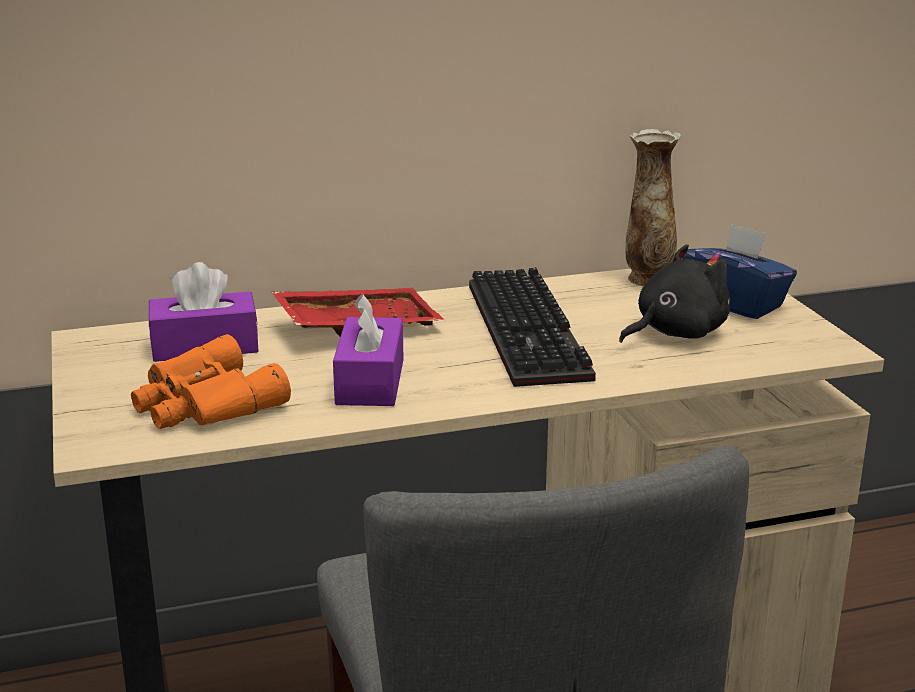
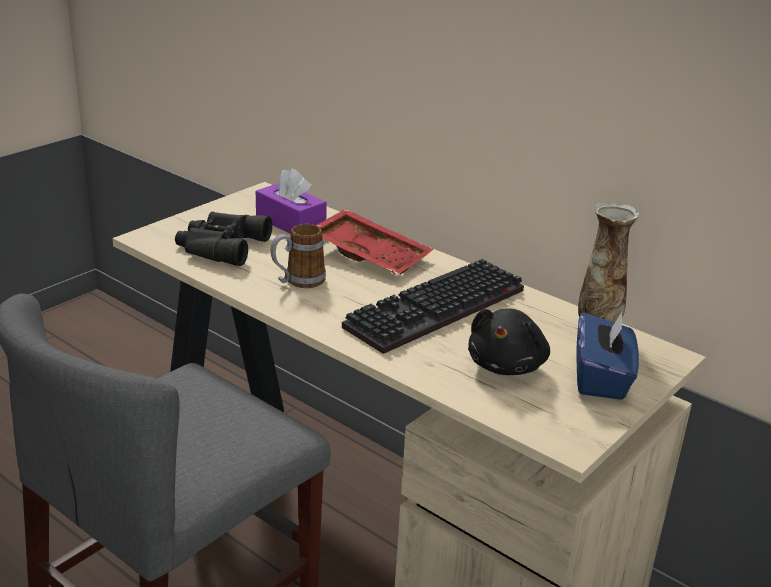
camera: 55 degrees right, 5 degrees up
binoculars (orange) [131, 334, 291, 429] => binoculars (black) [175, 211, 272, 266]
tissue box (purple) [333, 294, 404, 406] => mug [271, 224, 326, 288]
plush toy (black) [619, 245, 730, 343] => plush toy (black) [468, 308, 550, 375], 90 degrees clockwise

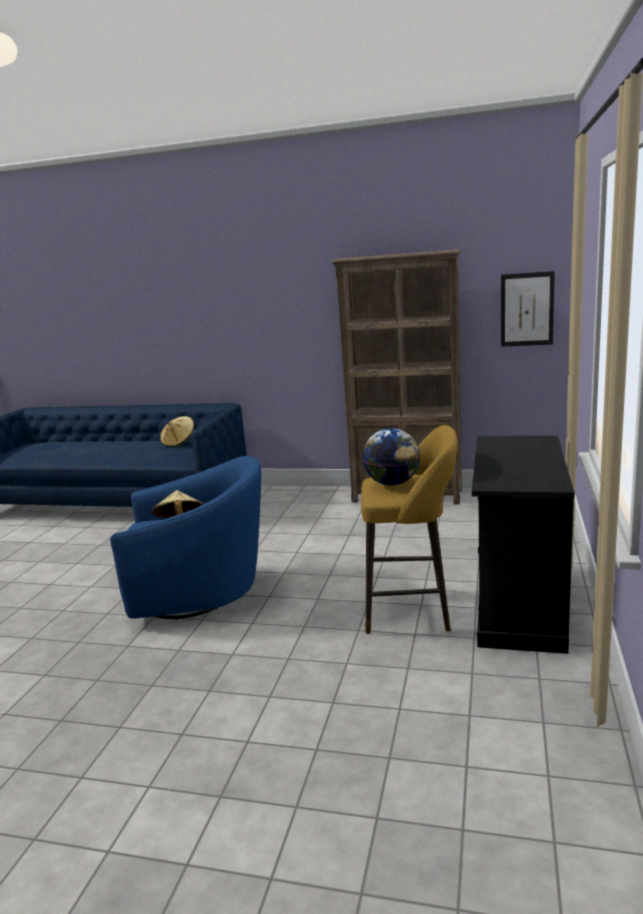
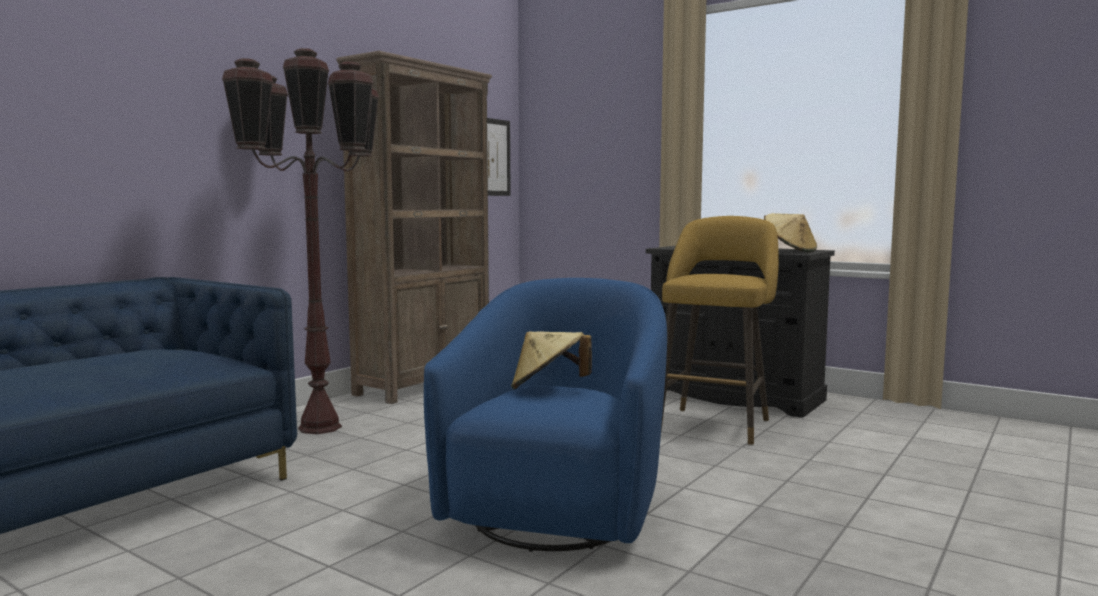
camera: 70 degrees left, 10 degrees down
hat (beige) [160, 416, 194, 447] => hat (beige) [764, 213, 817, 253], relocated
globe [362, 428, 420, 486] => nothing
nothing => floor lamp (brown) [222, 48, 379, 434]

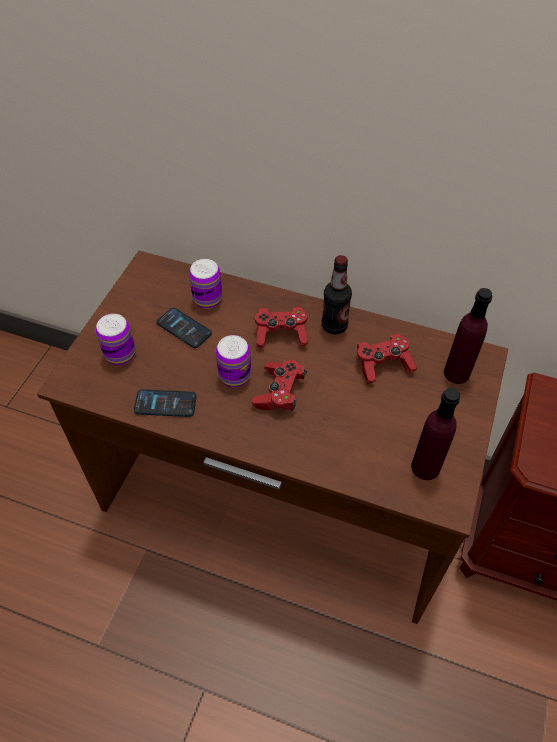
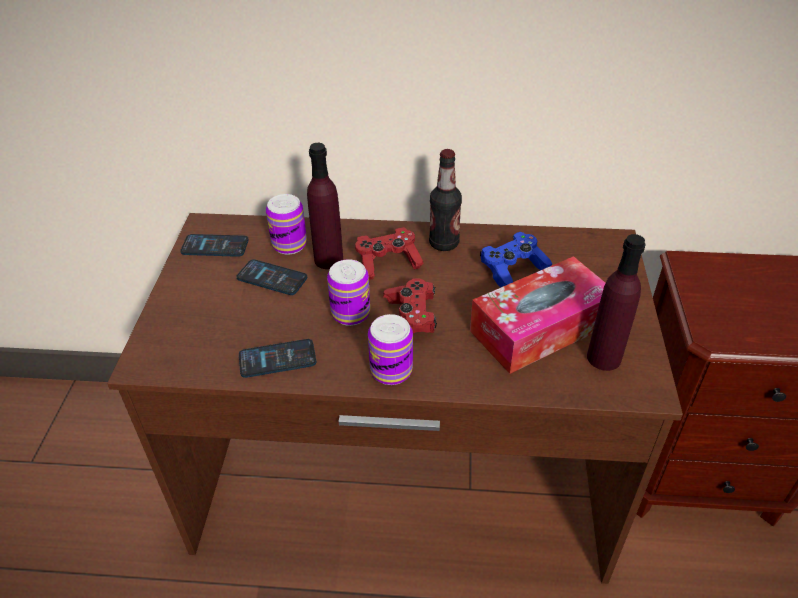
camera: 15 degrees left, 10 degrees down
can [96, 314, 136, 365] => can [368, 314, 413, 385], relocated
game controller (red) [357, 333, 417, 383] => game controller (blue) [480, 232, 552, 287]
bottle (purple) [444, 288, 492, 384] => bottle (purple) [307, 143, 343, 269], relocated
nothing => phone [180, 234, 249, 257]
nothing => tissue box [470, 256, 605, 374]

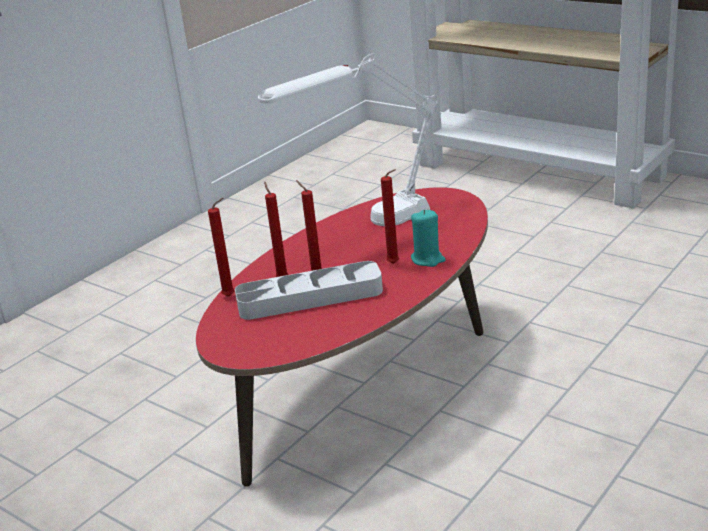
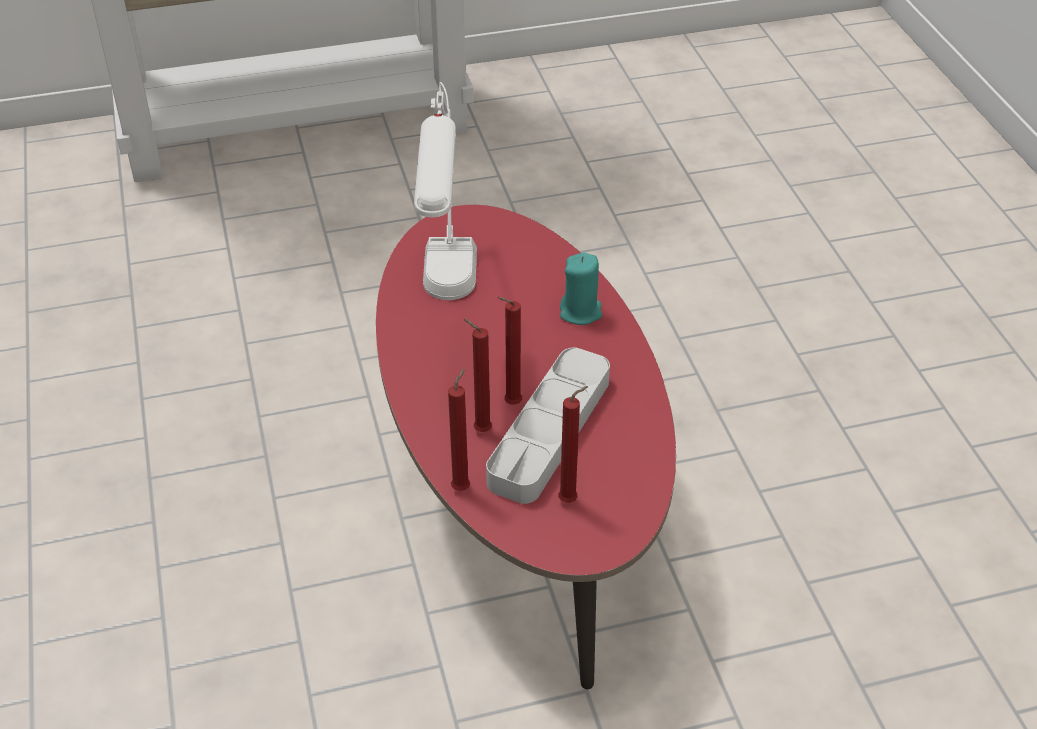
camera: 55 degrees left, 15 degrees up
candle (red) [381, 169, 399, 264] => candle (red) [558, 386, 588, 503], relocated

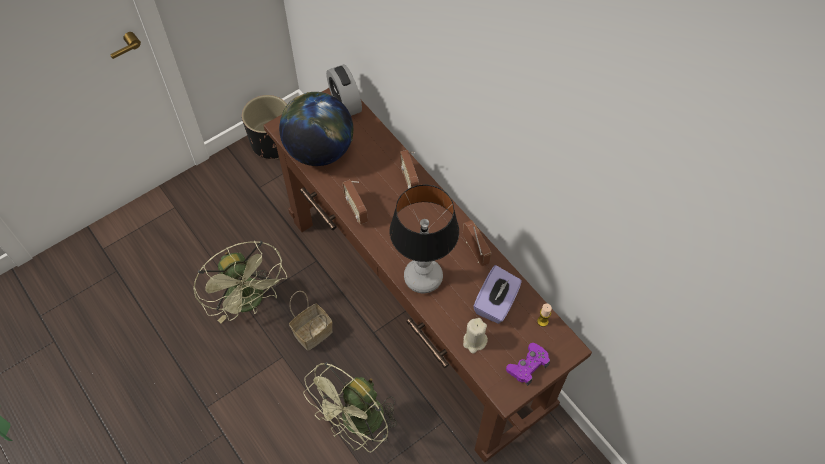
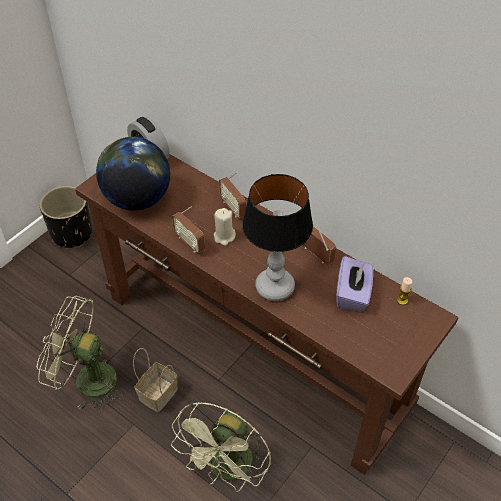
camera: 15 degrees left, 10 degrees down
fan (green) [193, 241, 287, 323] => fan (green) [37, 296, 124, 411], 150 degrees clockwise
candle (beige) [463, 318, 488, 354] => candle (beige) [214, 208, 236, 246], relocated
game controller (purple) [506, 343, 550, 386] => nothing

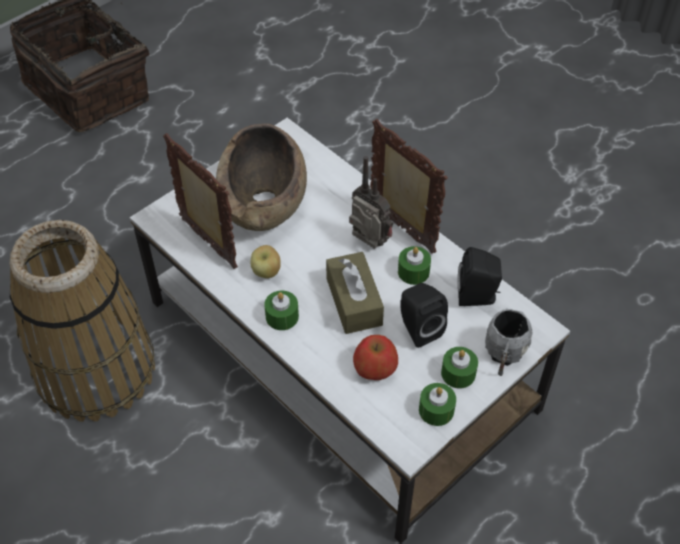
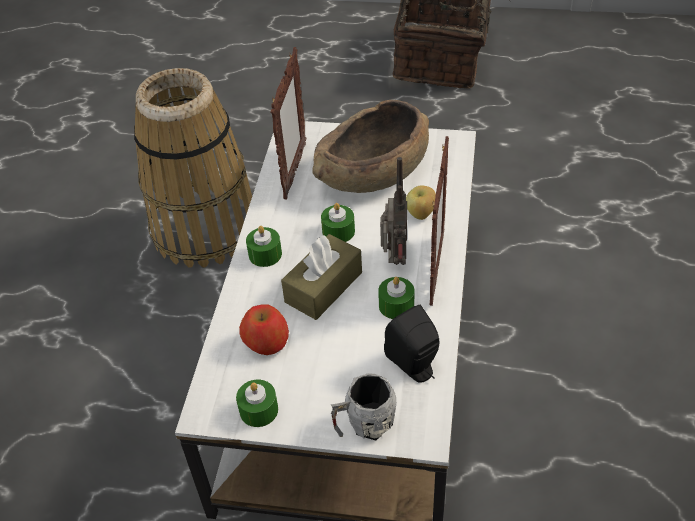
camera: 55 degrees right, 5 degrees down
apple [251, 245, 281, 278] => apple [406, 186, 436, 220], relocated
speaker (black) [400, 283, 448, 348] => nothing
candle (green) [441, 347, 478, 389] => candle (green) [321, 203, 355, 242], relocated

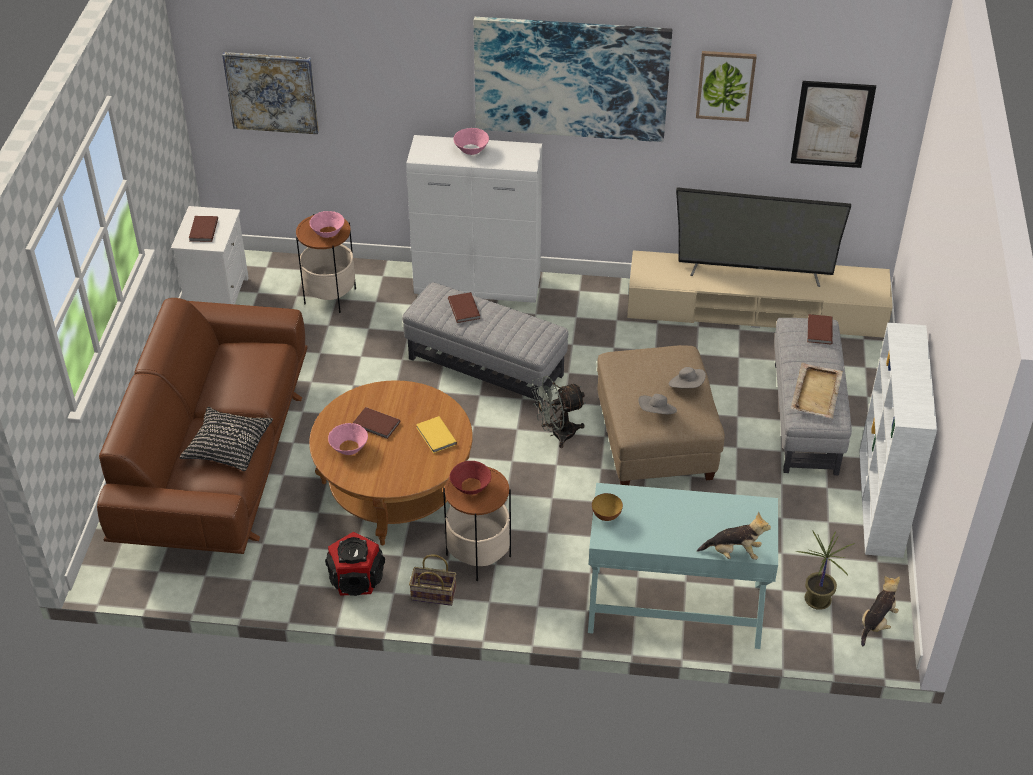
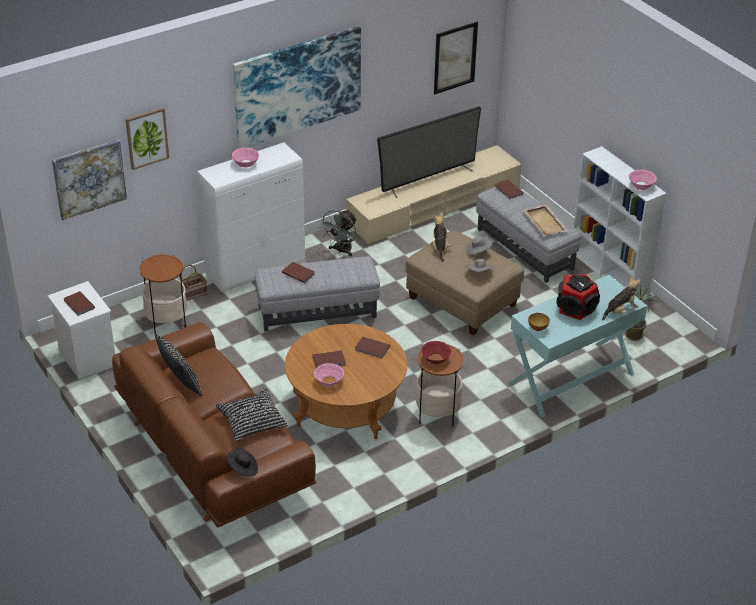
camera: 40 degrees left, 5 degrees down
bowl (pink) [309, 211, 344, 238] => bowl (pink) [629, 170, 657, 190], relocated
speaker [325, 532, 385, 596] => speaker [556, 274, 600, 320], relocated
basket [409, 554, 456, 606] => basket [180, 265, 208, 301], relocated
book (yellow) [416, 416, 457, 453] => book (brown) [355, 337, 390, 358]
fan (grey) [531, 376, 586, 448] => fan (grey) [319, 210, 357, 257], relocated
picture [696, 51, 757, 122] => picture [125, 107, 169, 170], relocated
plush toy [861, 576, 900, 646] => plush toy [433, 213, 451, 262], relocated
nothing => pillow (black) [155, 334, 202, 396]
nothing => hat (black) [226, 449, 258, 476]

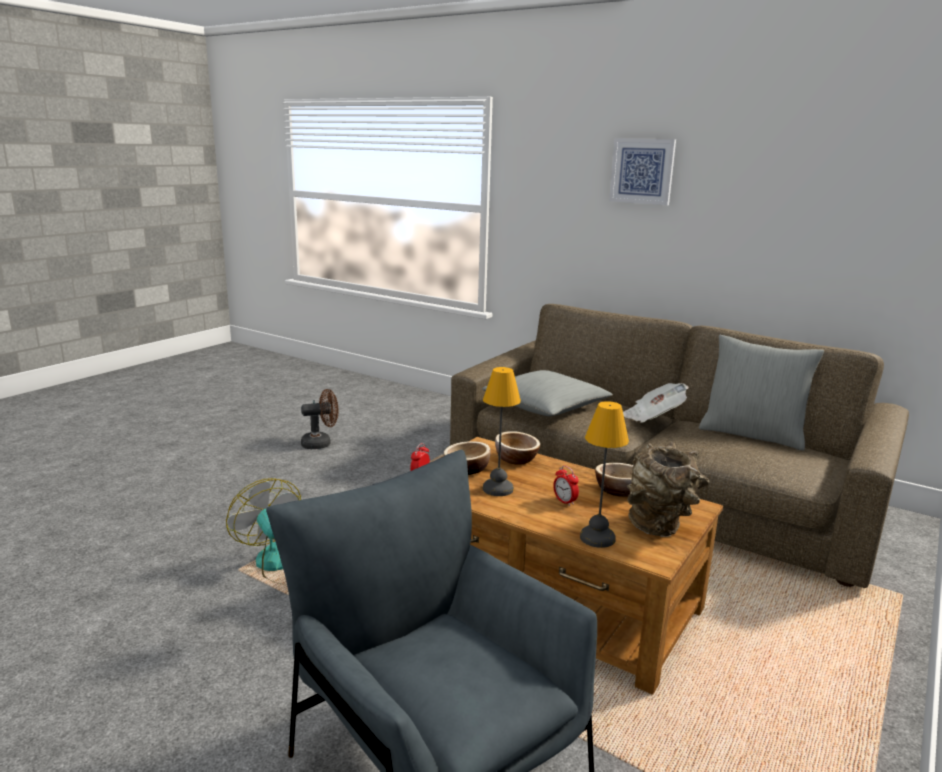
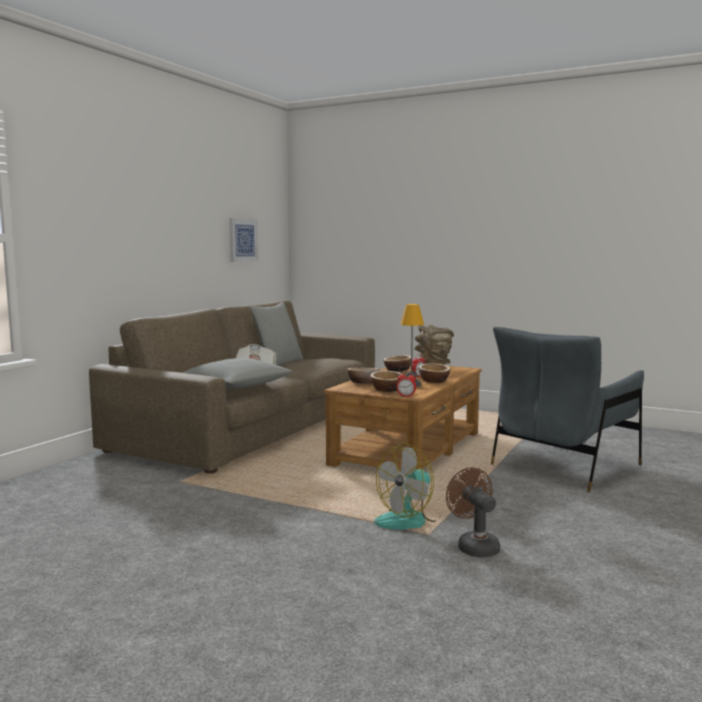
camera: 95 degrees left, 10 degrees down
fan (brown) [301, 389, 339, 449] => fan (brown) [446, 467, 500, 558], relocated
table lamp [580, 401, 629, 548] => nothing
picture [609, 138, 676, 205] => picture [229, 218, 259, 262], relocated
nothing => bowl [419, 363, 450, 383]

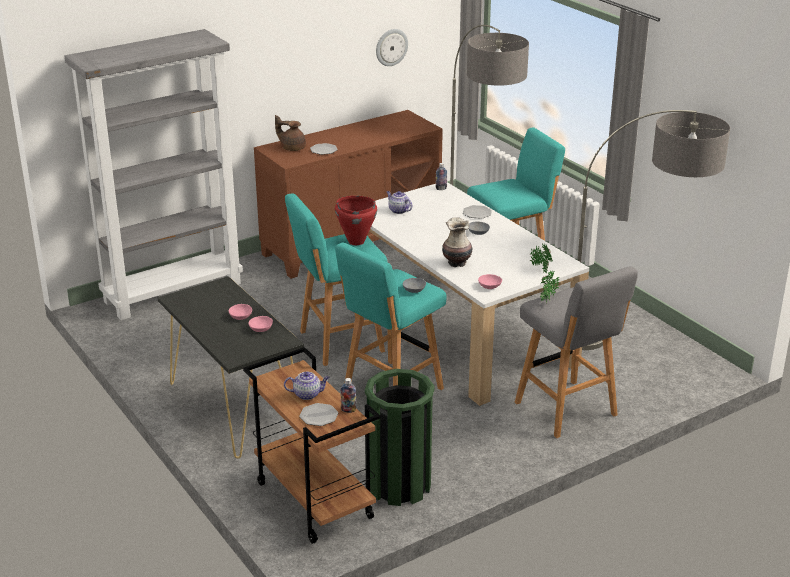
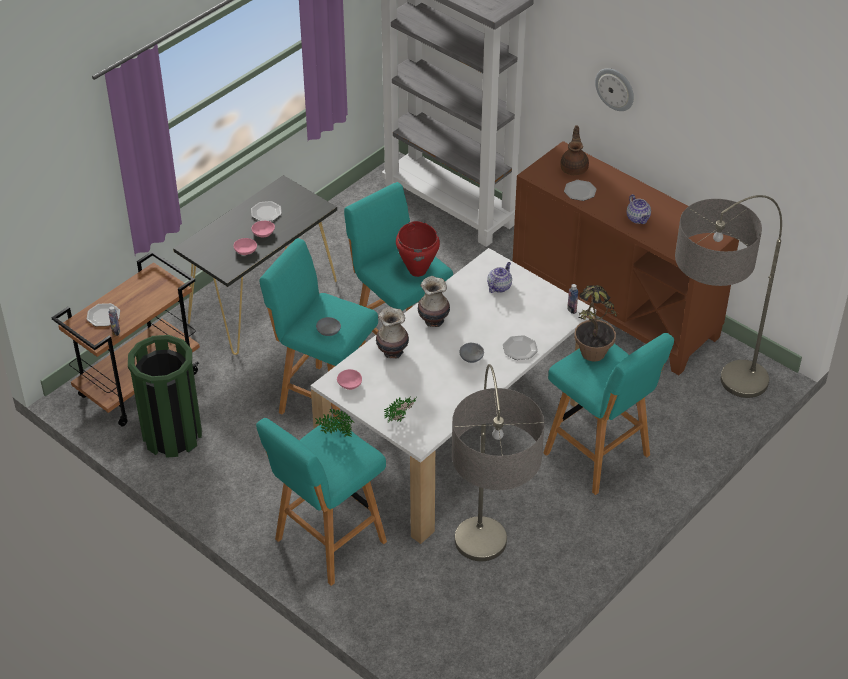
camera: 75 degrees right, 15 degrees up
teapot [284, 371, 330, 400] => teapot [626, 194, 651, 224], relocated
wall clock [376, 29, 408, 66] => wall clock [595, 68, 634, 111], relocated
stool (grey) [515, 266, 638, 438] => stool (turquoise) [256, 418, 387, 586]
nothing => plate [251, 201, 282, 221]
nothing => vase [418, 276, 450, 327]
nothing => potted plant [574, 285, 617, 362]

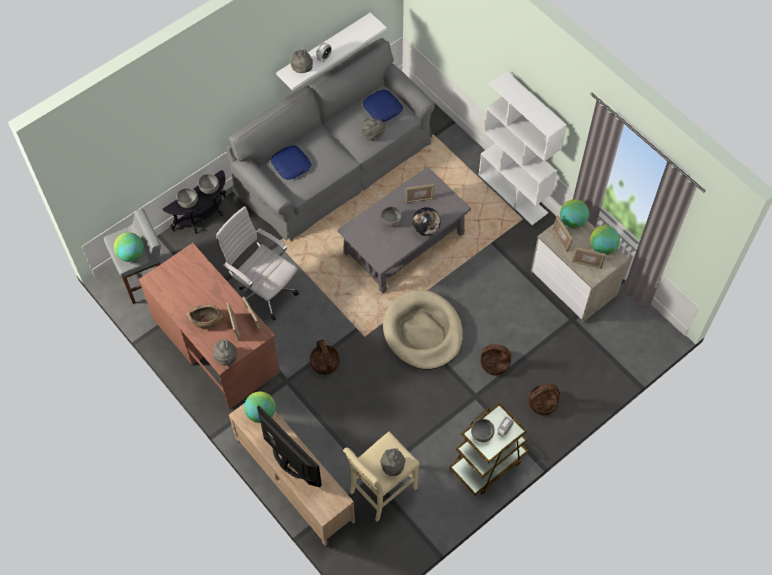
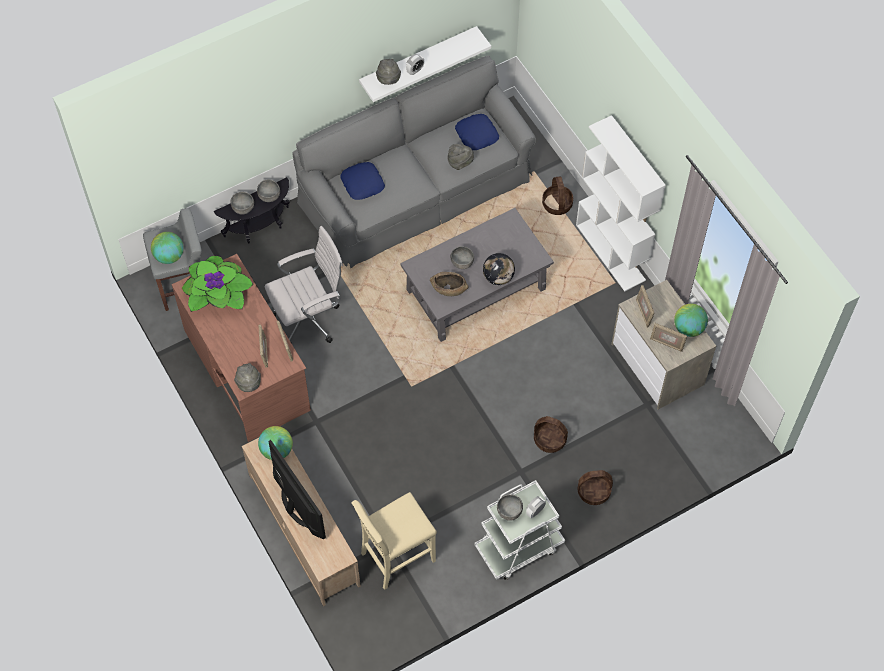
camera: 10 degrees right, 0 degrees up
bowl (brown) [186, 305, 224, 328] => bowl (brown) [430, 272, 469, 296], relocated
office chair (white) [216, 206, 299, 321] => office chair (white) [265, 226, 343, 344], 105 degrees clockwise
basket [310, 339, 340, 375] => basket [542, 177, 573, 215], relocated
hat (grey) [380, 448, 405, 476] => nothing
dog bed (beige) [383, 290, 463, 370] => nothing
picture frame [405, 184, 434, 203] => nothing
cart (brown) [449, 402, 528, 496] => cart (white) [475, 480, 565, 580]
globe [560, 199, 589, 228] => nothing
nothing => potted plant [182, 256, 253, 312]

